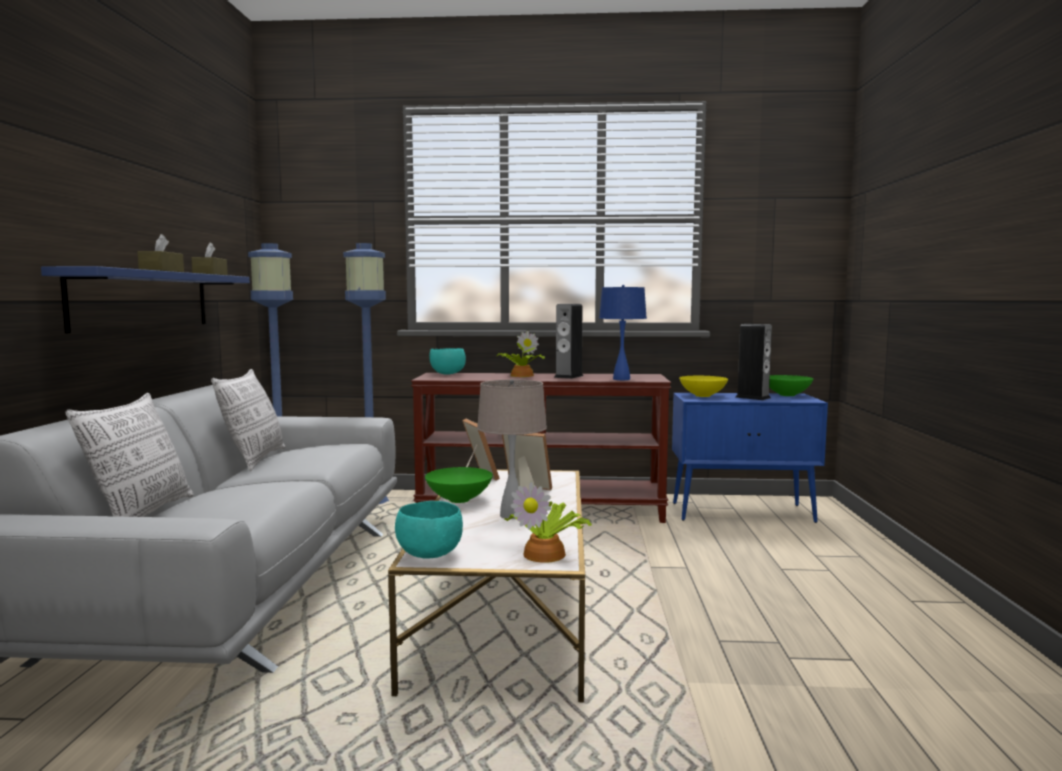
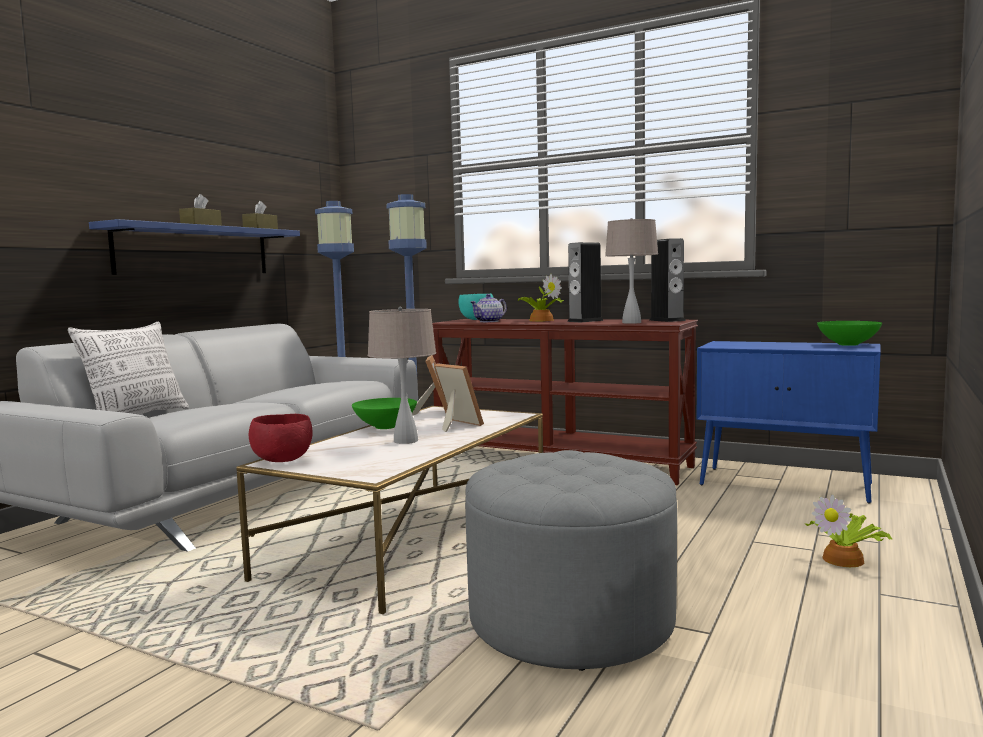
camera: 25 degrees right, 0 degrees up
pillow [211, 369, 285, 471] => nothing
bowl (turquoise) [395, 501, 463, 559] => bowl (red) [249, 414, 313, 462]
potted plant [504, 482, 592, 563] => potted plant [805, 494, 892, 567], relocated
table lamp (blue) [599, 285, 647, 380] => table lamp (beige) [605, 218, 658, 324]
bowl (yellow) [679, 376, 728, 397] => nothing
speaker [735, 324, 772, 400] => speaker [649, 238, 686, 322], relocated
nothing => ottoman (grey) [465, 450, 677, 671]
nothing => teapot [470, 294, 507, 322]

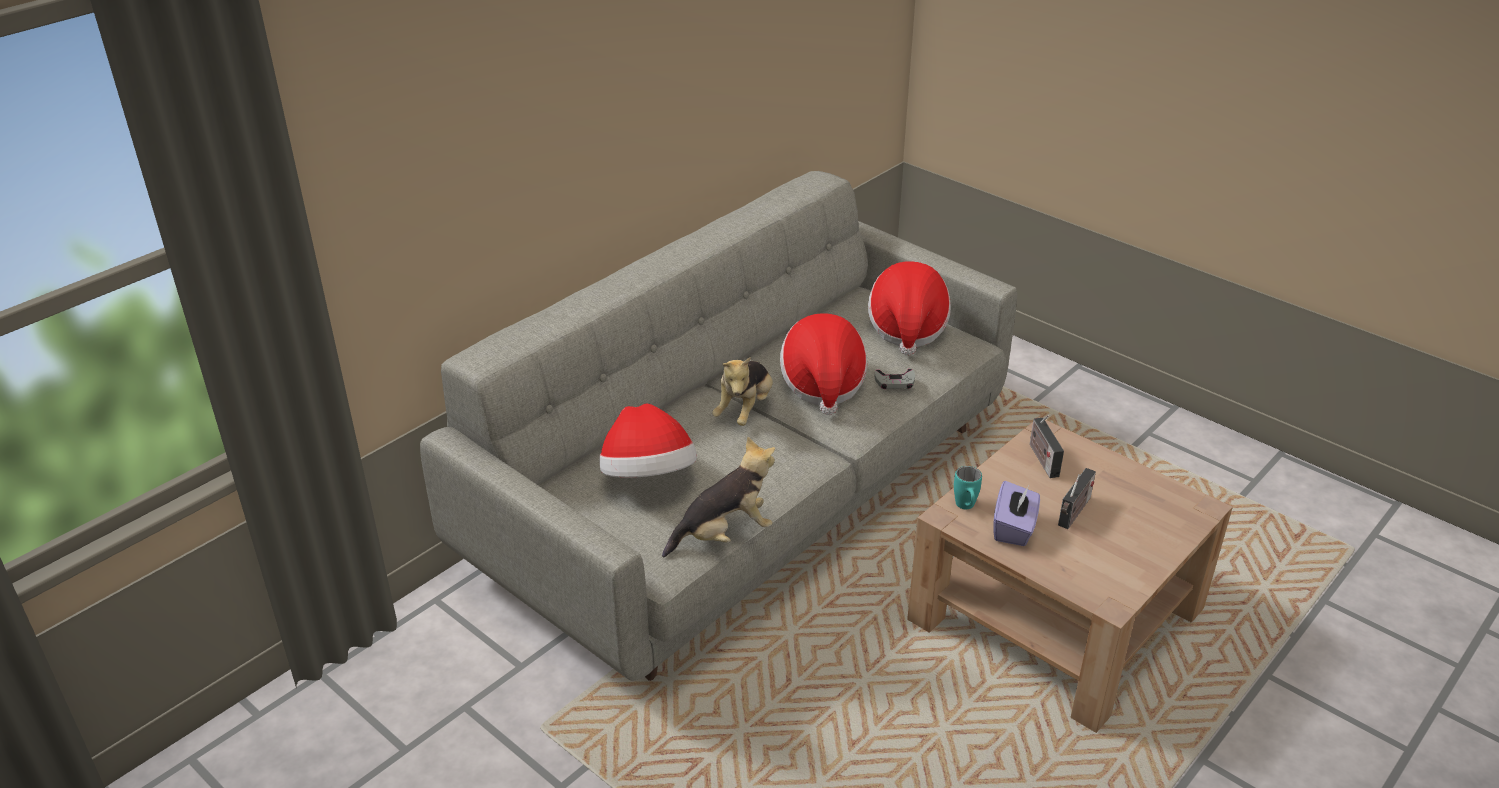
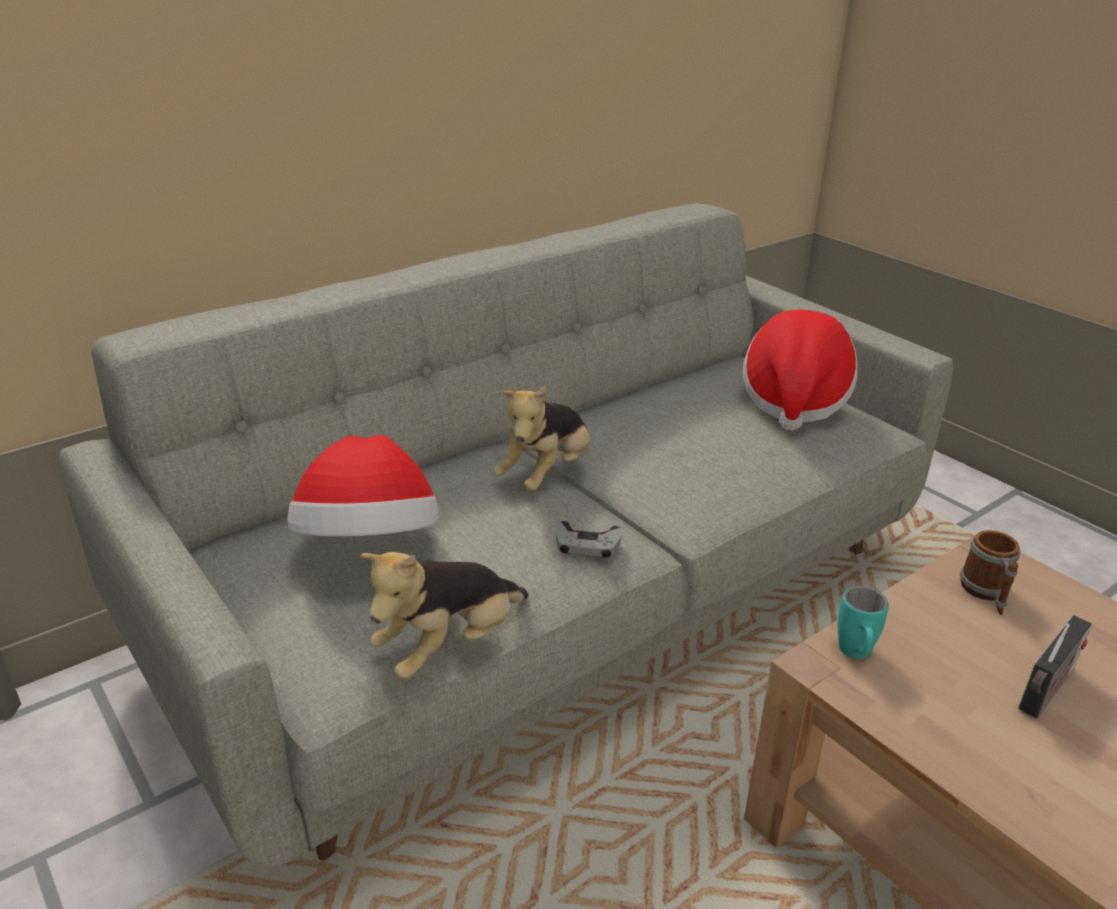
camera: 10 degrees right, 5 degrees down
plush toy [662, 437, 775, 558] => plush toy [360, 552, 528, 679], 150 degrees clockwise
hat [780, 313, 867, 415] => nothing
game controller (grey) [875, 369, 915, 389] => game controller (grey) [556, 521, 621, 558], relocated
tissue box (purple) [993, 481, 1040, 546] => nothing
radio [1030, 415, 1064, 478] => mug [960, 530, 1021, 615]

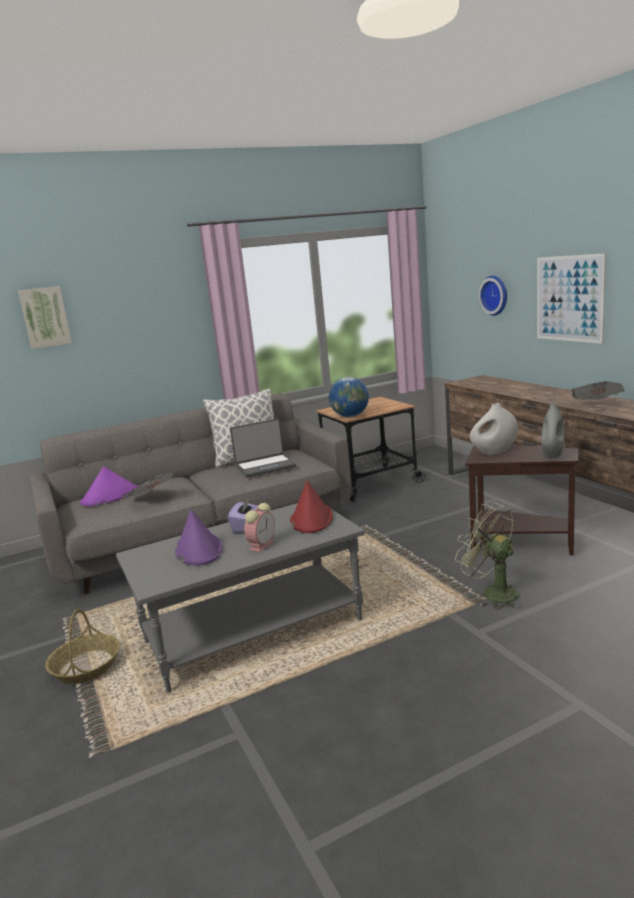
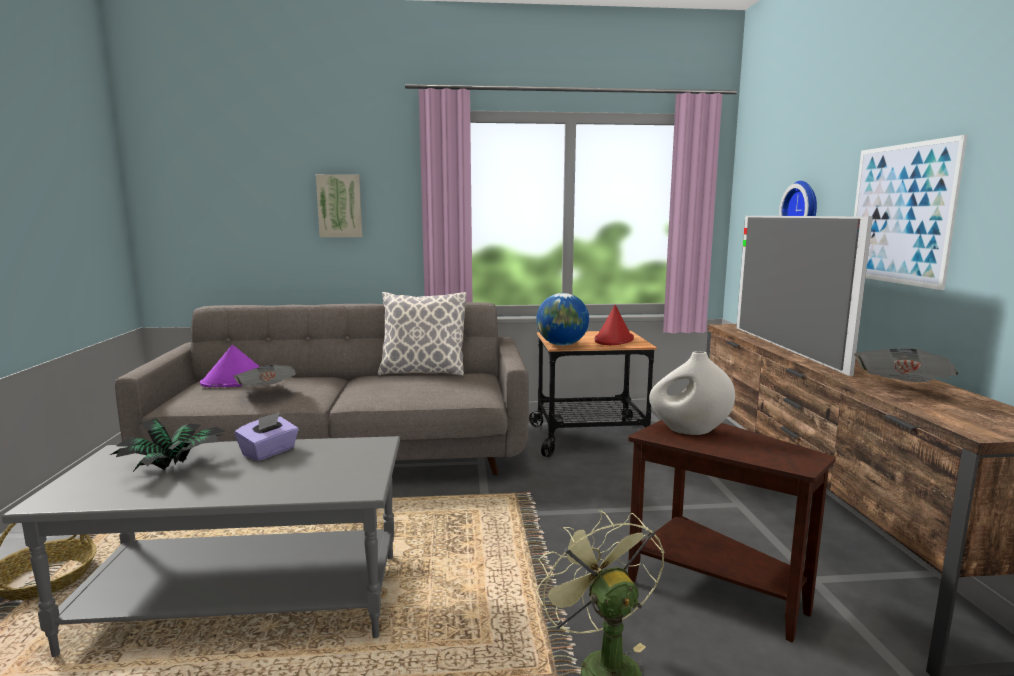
camera: 20 degrees right, 5 degrees down
picture [18, 286, 72, 349] => picture [316, 174, 362, 237], relocated
hat (purple) [175, 509, 222, 566] => potted plant [110, 418, 225, 473]
laptop [230, 419, 296, 478] => nothing
alarm clock [244, 503, 275, 552] => nothing
hat (red) [290, 481, 333, 533] => hat (red) [595, 305, 634, 345], relocated
vase (grey) [541, 403, 565, 458] => nothing
nothing => television [736, 216, 873, 376]

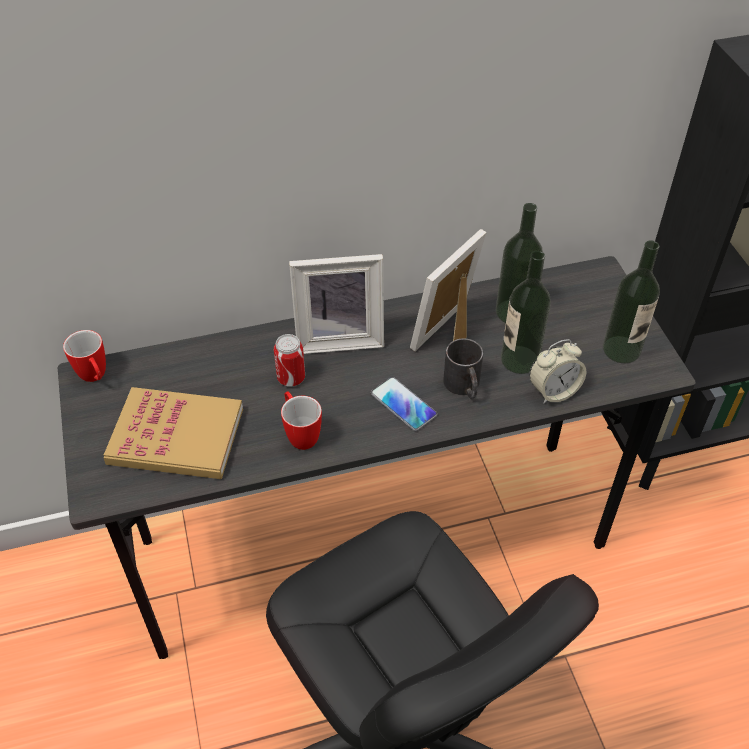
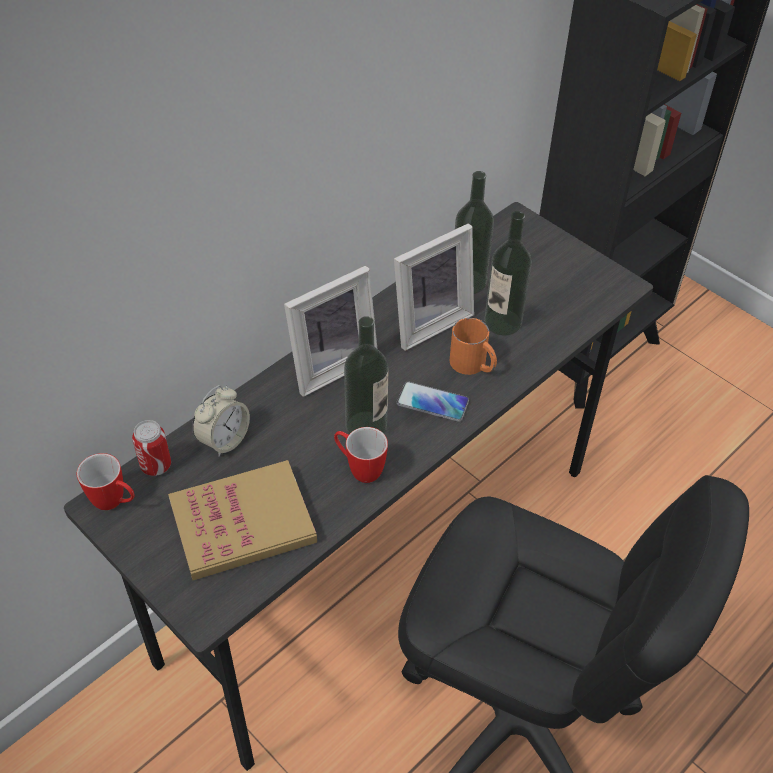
camera: 30 degrees left, 0 degrees up
can [274, 334, 305, 387] => can [132, 420, 171, 476], relocated
picture frame [410, 229, 487, 352] => picture frame [394, 223, 474, 351], 135 degrees counterclockwise
mug (black) [443, 338, 483, 399] => mug (orange) [449, 318, 497, 375]
alarm clock [529, 339, 586, 404] => alarm clock [192, 385, 250, 457], relocated
bottle [603, 240, 660, 363] => bottle [344, 316, 389, 434], relocated

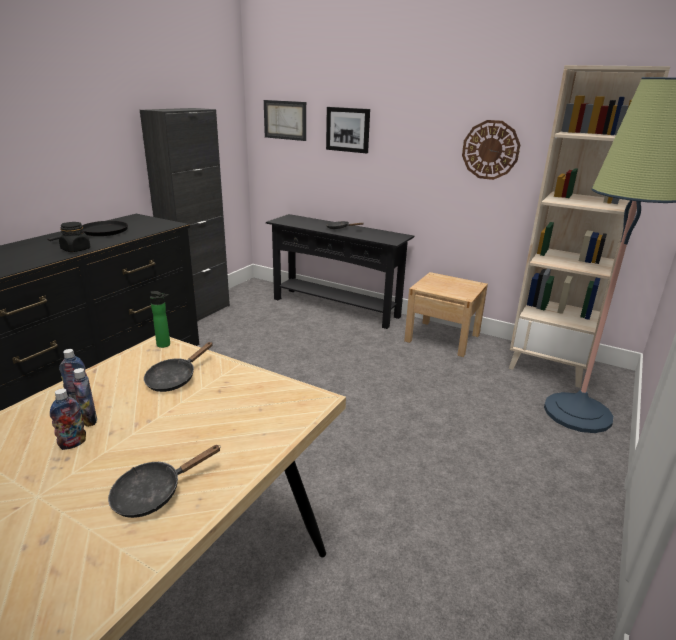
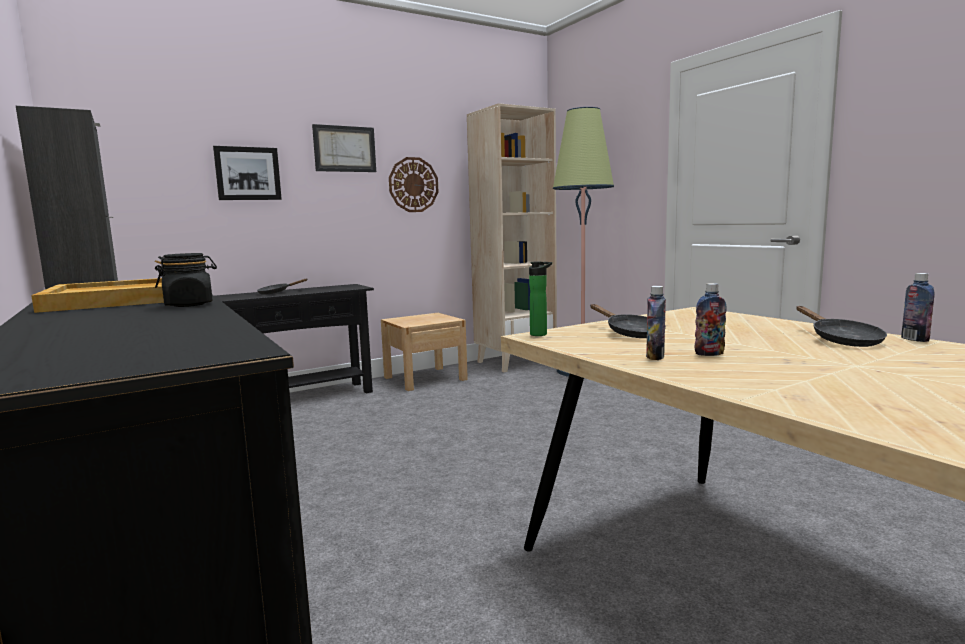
camera: 60 degrees left, 15 degrees down
frying pan (black) [47, 221, 128, 241] => tray (beige) [31, 278, 164, 313]
bottle [50, 389, 86, 450] => bottle [901, 273, 935, 342], relocated
picture [264, 100, 306, 141] => picture [312, 124, 376, 172], relocated

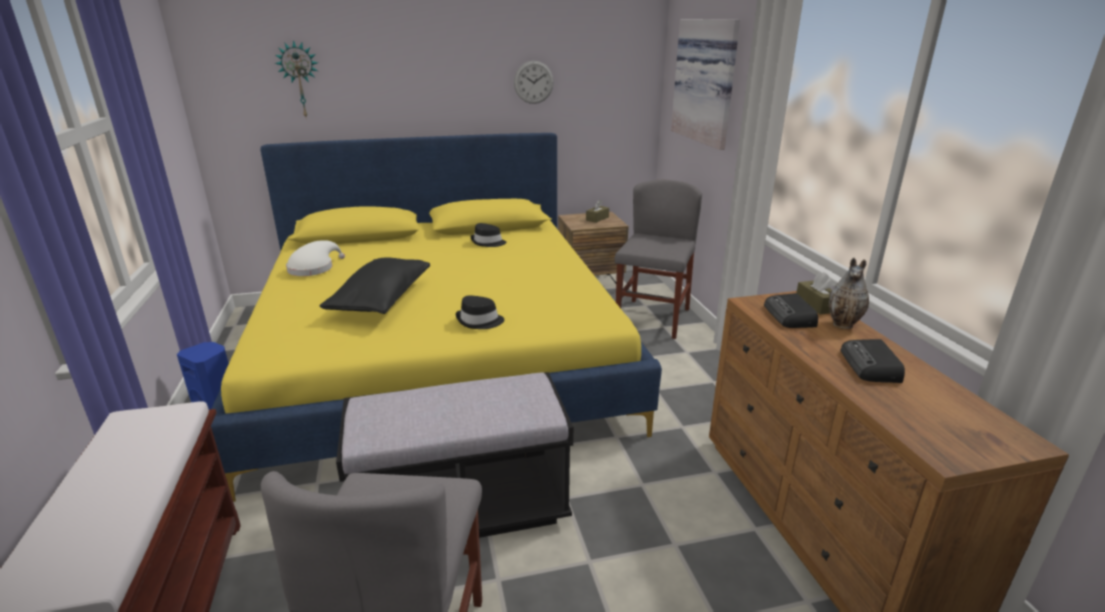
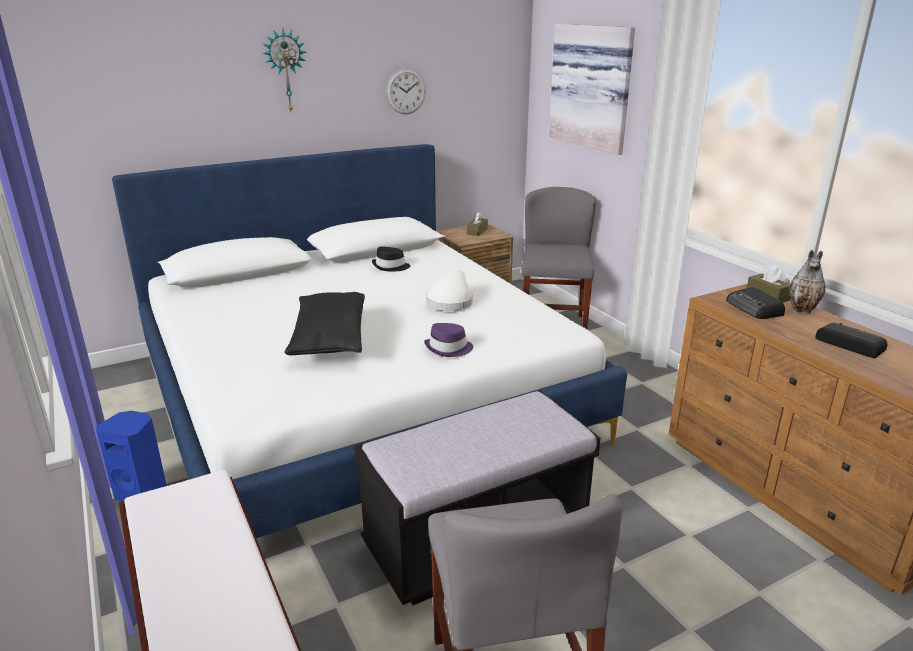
camera: 15 degrees left, 0 degrees up
bed (yellow) [211, 133, 662, 502] => bed (white) [112, 144, 627, 538]
wall clock [275, 40, 318, 117] => wall clock [263, 29, 306, 112], relocated
hat (white) [286, 240, 345, 276] => hat (white) [426, 270, 473, 311], relocated
hat (black) [456, 295, 504, 329] => hat (purple) [424, 323, 473, 357]
radio [840, 339, 905, 383] => radio [815, 323, 887, 358], 150 degrees clockwise

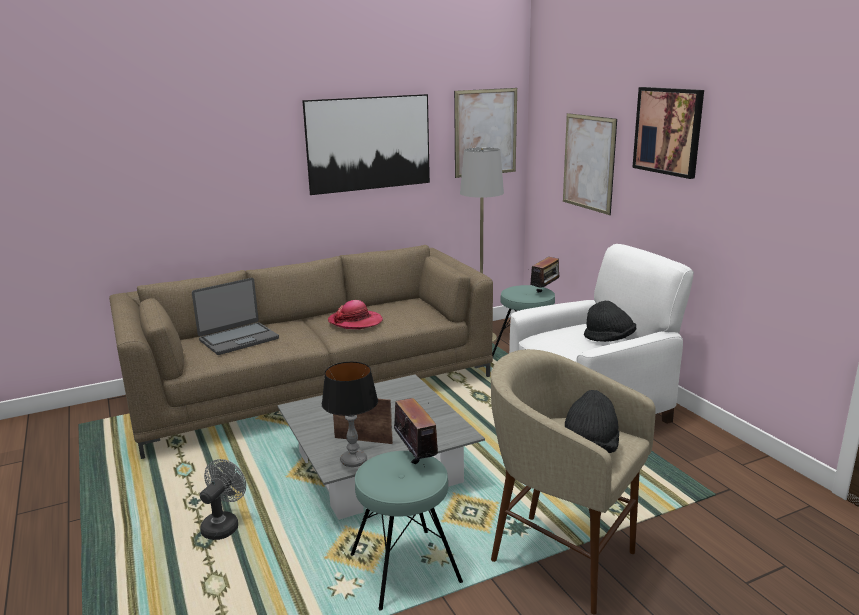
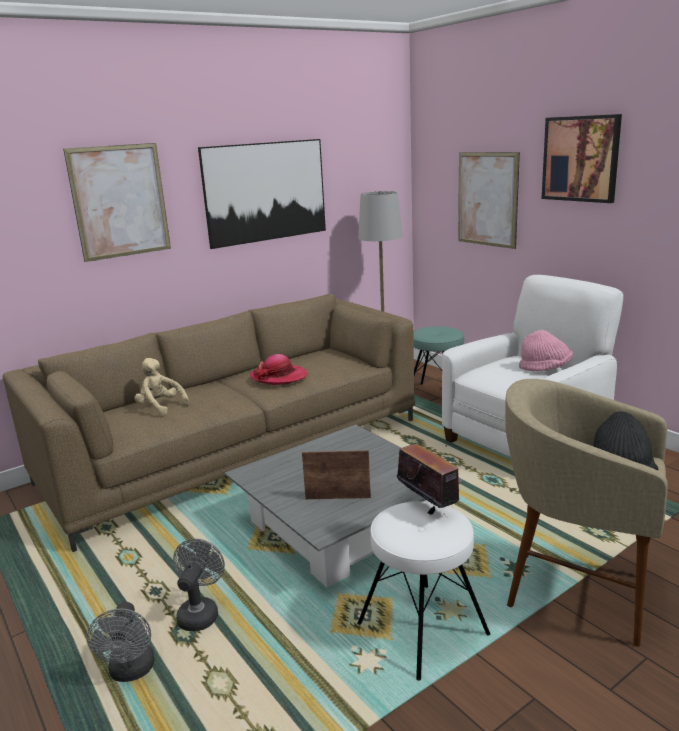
camera: 10 degrees left, 0 degrees up
laptop [192, 278, 279, 355] => plush toy (beige) [134, 358, 189, 416]
table lamp [322, 362, 378, 467] => nothing
stool (turquoise) [350, 451, 463, 611] => stool (white) [357, 501, 491, 681]
picture [454, 88, 517, 178] => picture [63, 143, 171, 262], relocated
radio [531, 257, 562, 292] => nothing
hat (black) [584, 301, 636, 342] => hat (pink) [519, 330, 573, 371]
nothing => fan (grey) [87, 602, 155, 682]

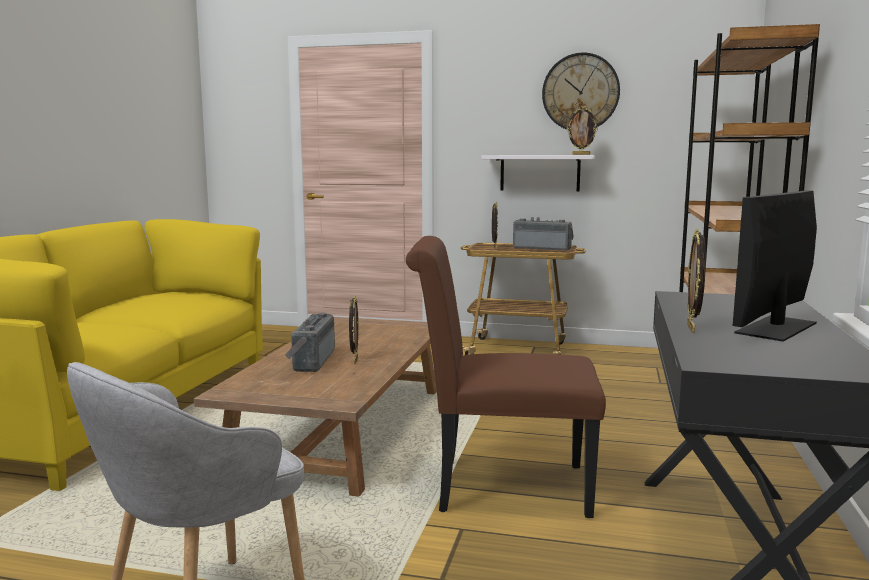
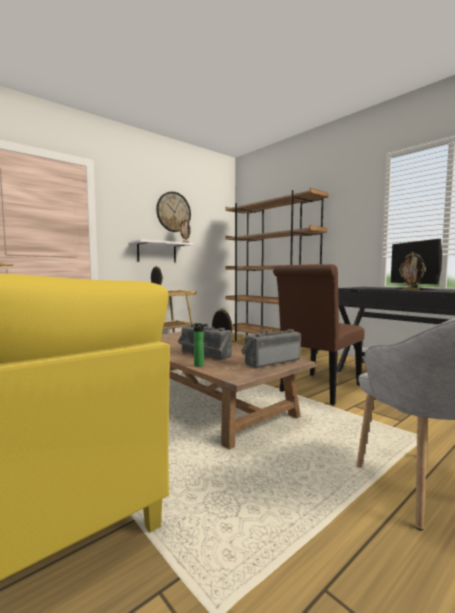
camera: 55 degrees left, 5 degrees down
radio [513, 217, 574, 251] => radio [241, 329, 301, 368], relocated
nothing => bottle [194, 323, 208, 367]

